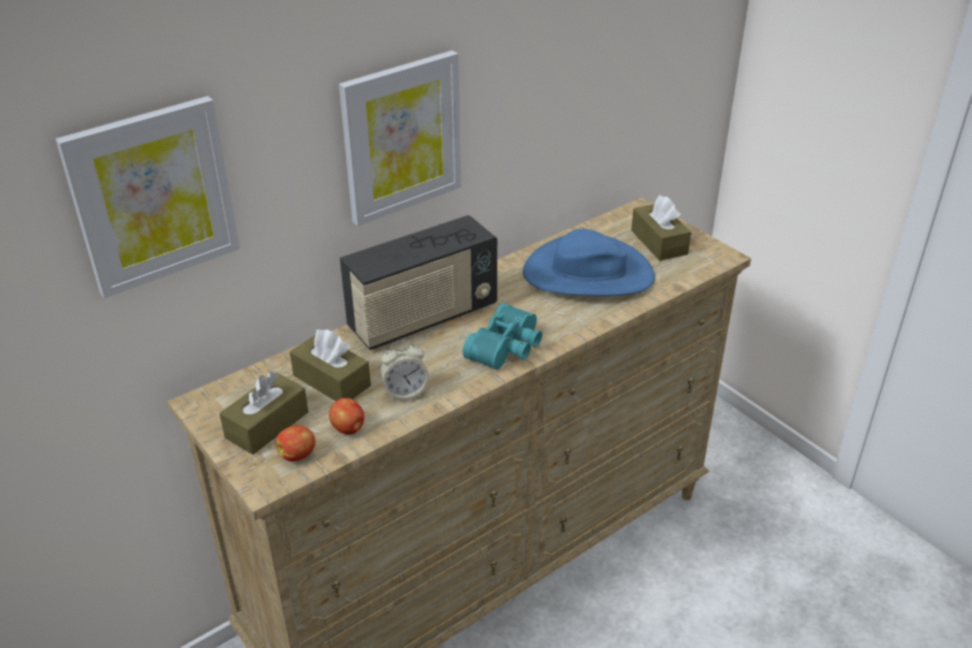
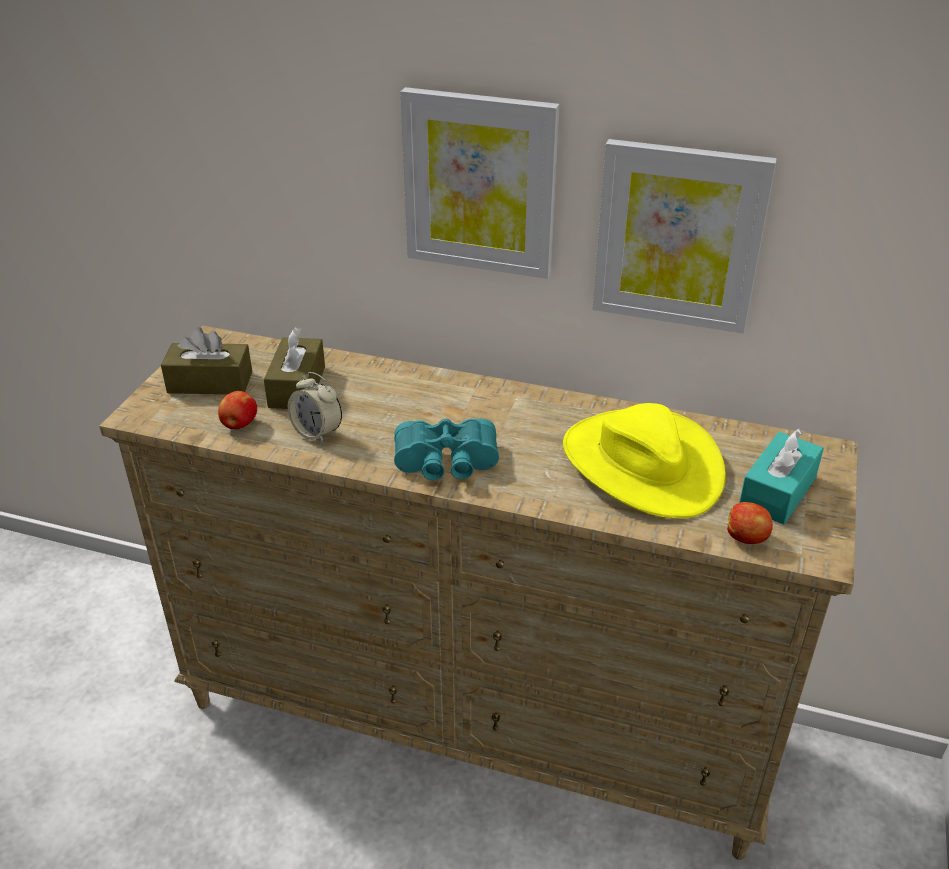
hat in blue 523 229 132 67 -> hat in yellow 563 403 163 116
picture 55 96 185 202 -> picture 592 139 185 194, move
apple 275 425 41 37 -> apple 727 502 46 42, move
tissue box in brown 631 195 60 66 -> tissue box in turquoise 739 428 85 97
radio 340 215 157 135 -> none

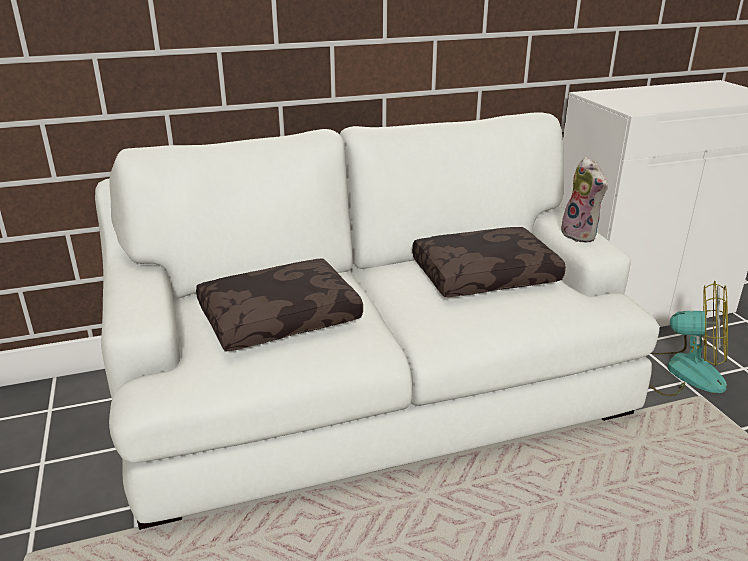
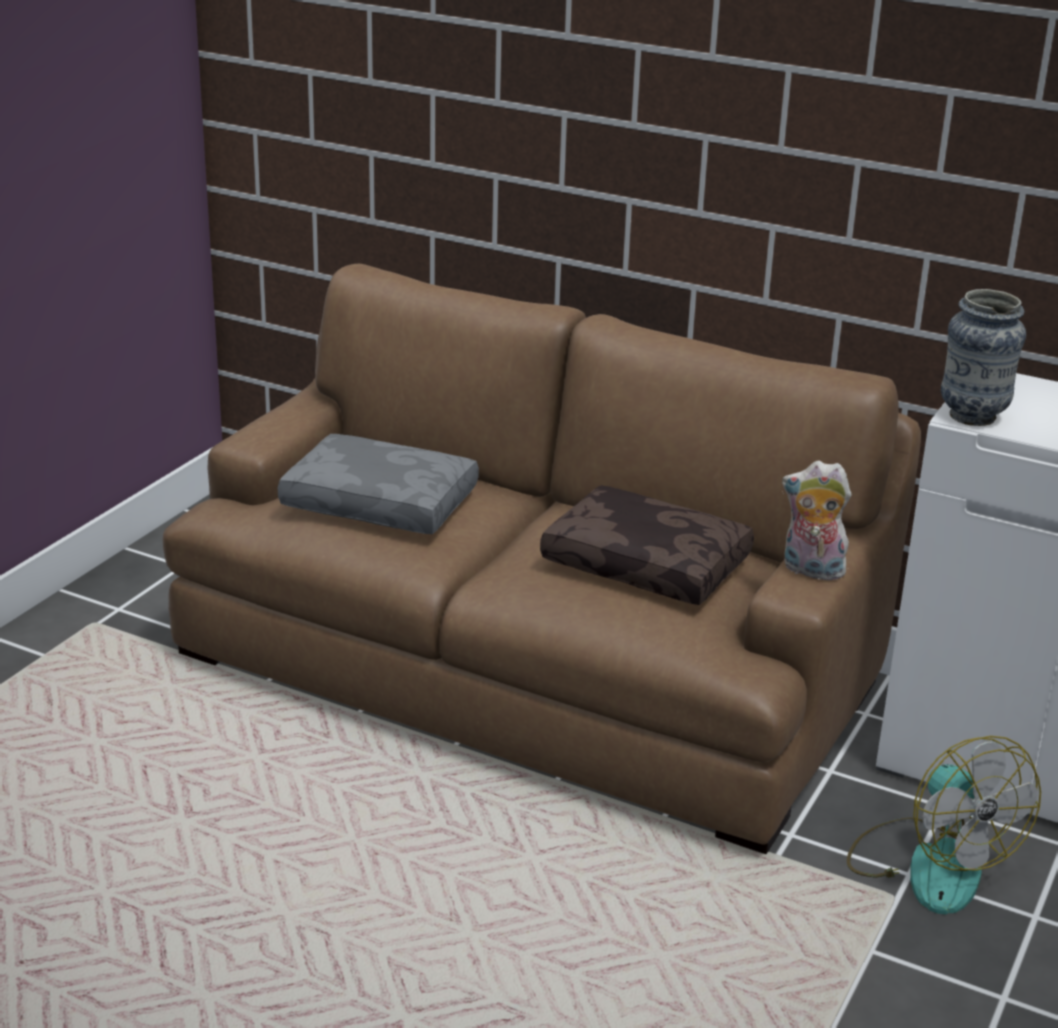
sofa in white 95 112 564 418 -> sofa in brown 163 264 758 590
pillow in brown 196 258 167 94 -> pillow in grey 278 434 201 100
plush toy 561 157 47 86 -> plush toy 782 460 70 120, 90 degrees clockwise
none -> vase 941 289 85 137

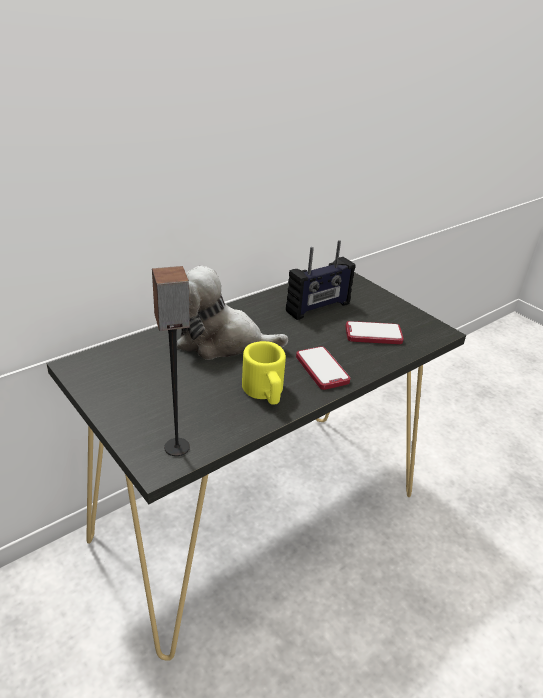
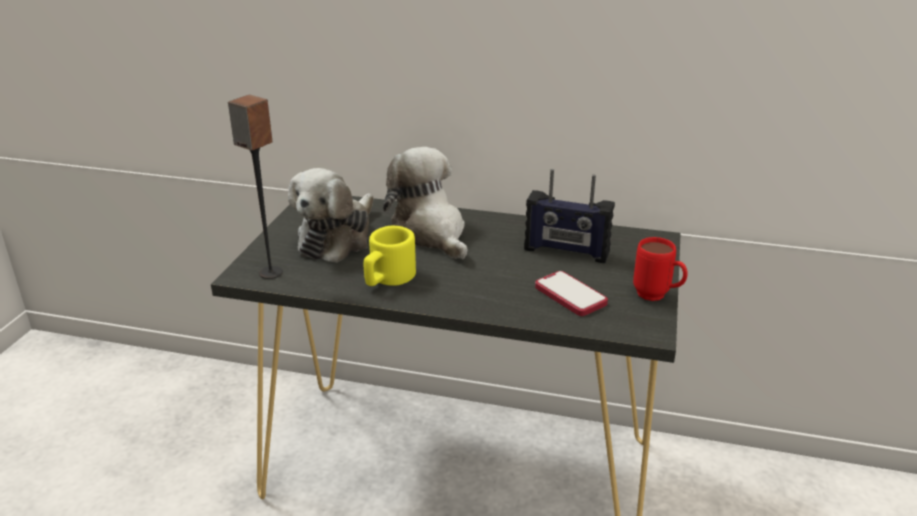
none -> plush toy 288 168 85 95
none -> mug in red 633 237 55 64
phone 296 346 54 44 -> none

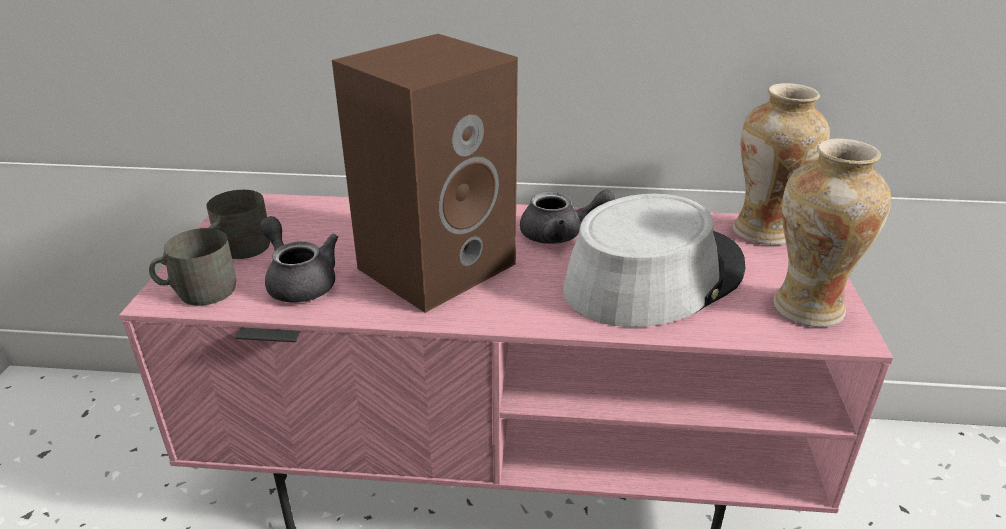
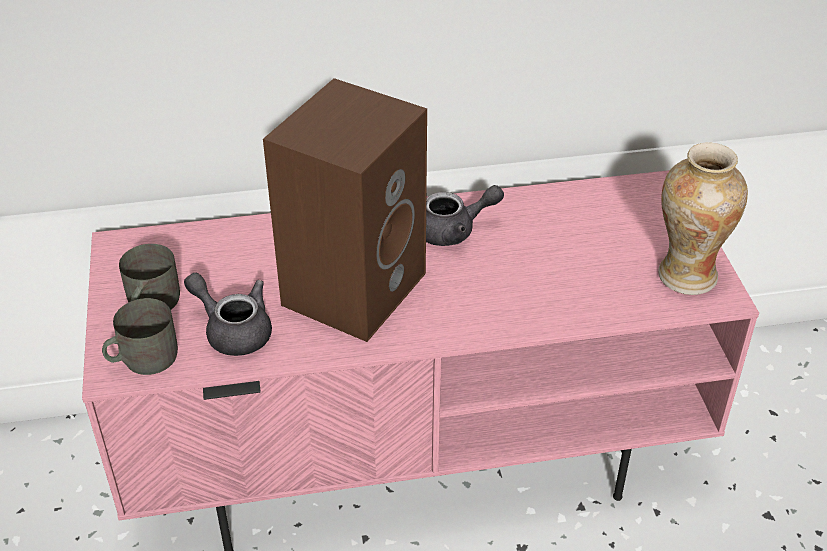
hat in grey 563 194 182 133 -> none
vase 732 83 98 162 -> none

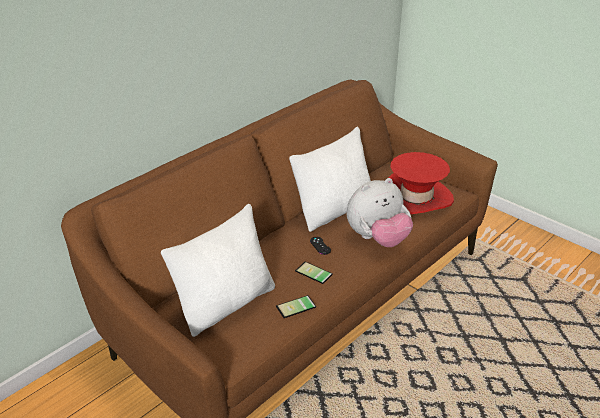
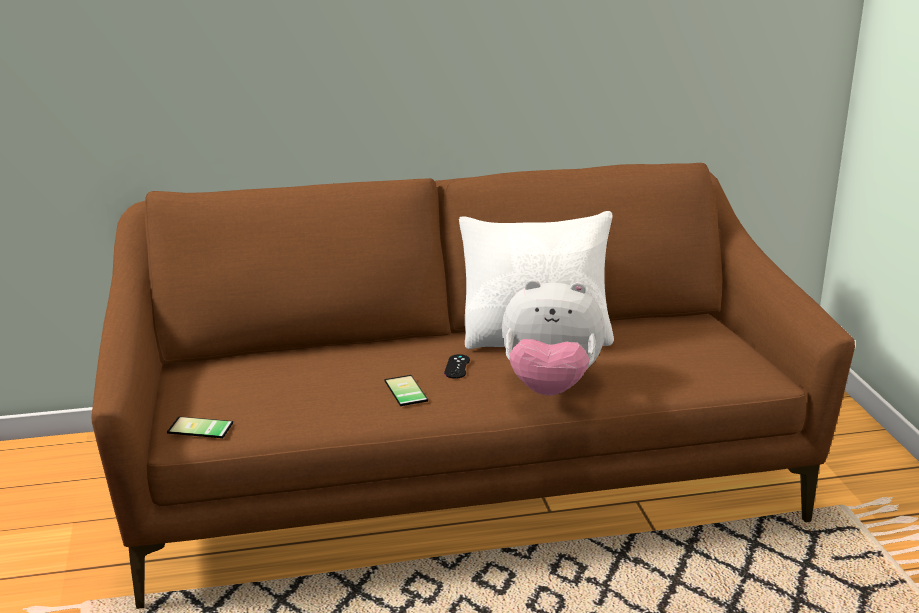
phone 276 295 40 23 -> phone 167 416 66 22, move
pillow in white 161 204 114 133 -> none
hat in red 388 152 66 62 -> none

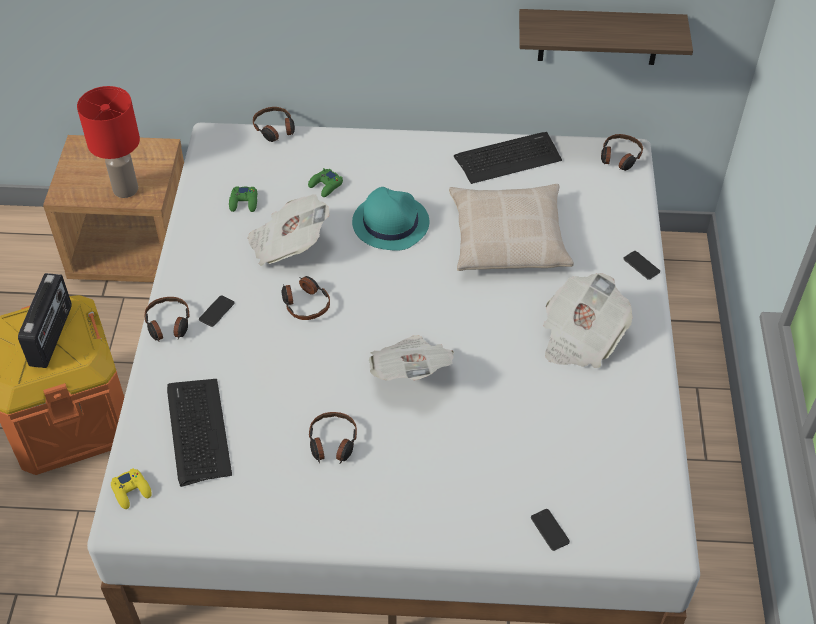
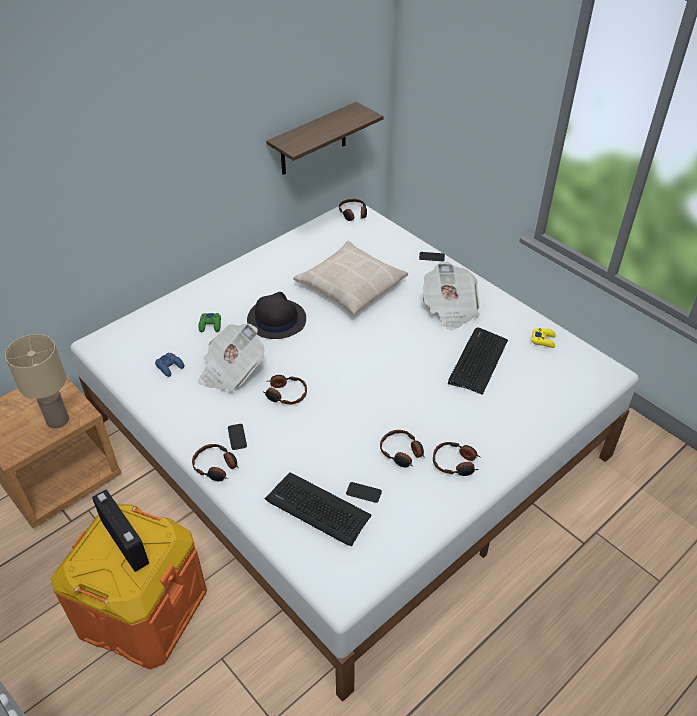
table lamp in red 77 86 63 112 -> table lamp in beige 5 334 64 95
game controller in green 229 186 28 26 -> game controller in blue 155 352 29 25
hat in turquoise 352 187 77 64 -> hat in black 247 292 59 47
phone 531 509 39 42 -> phone 346 482 36 21, move
headphones 253 107 42 35 -> headphones 433 442 47 34, move
keyboard 454 132 108 52 -> keyboard 448 327 60 68, move
game controller in yellow 111 468 41 41 -> game controller in yellow 532 328 24 20, move
newspaper 369 335 85 46 -> none

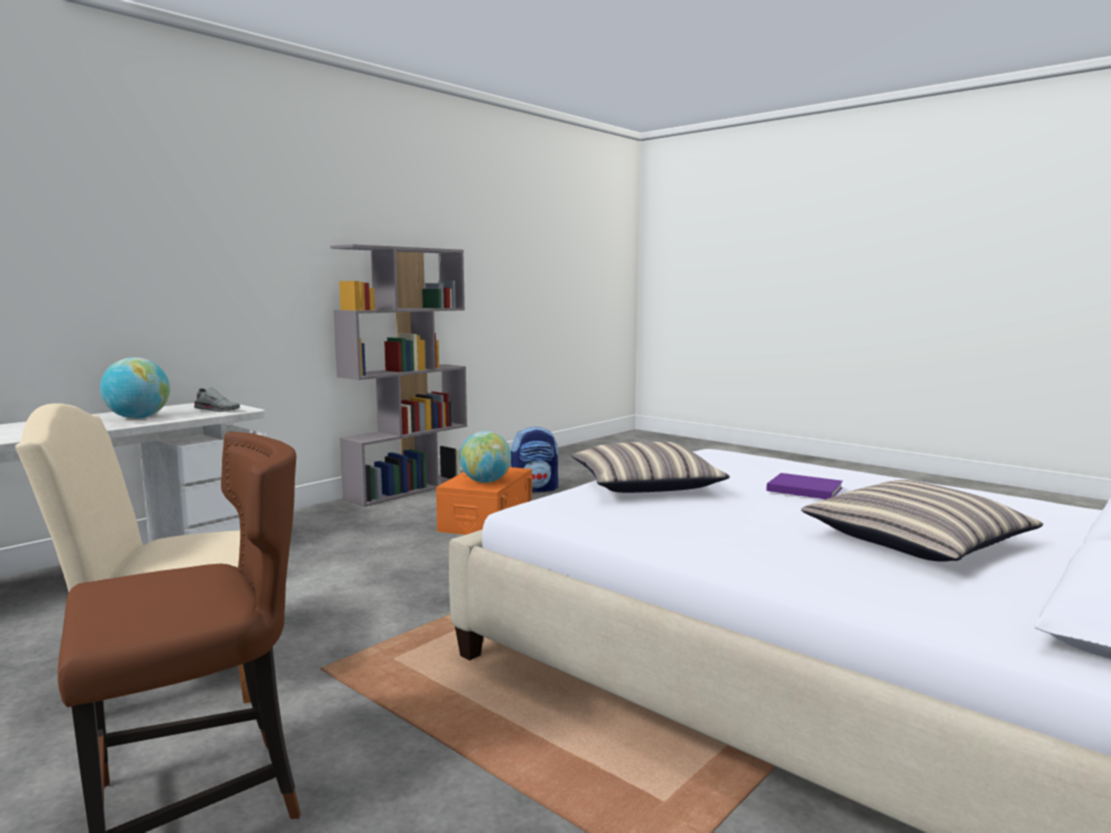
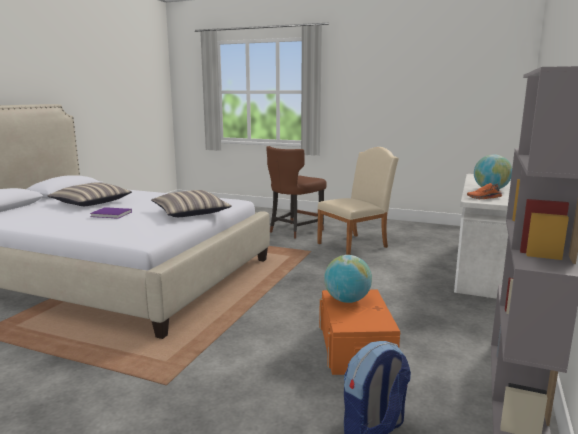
shoe in grey 194 387 46 25 -> shoe in orange 467 183 35 16

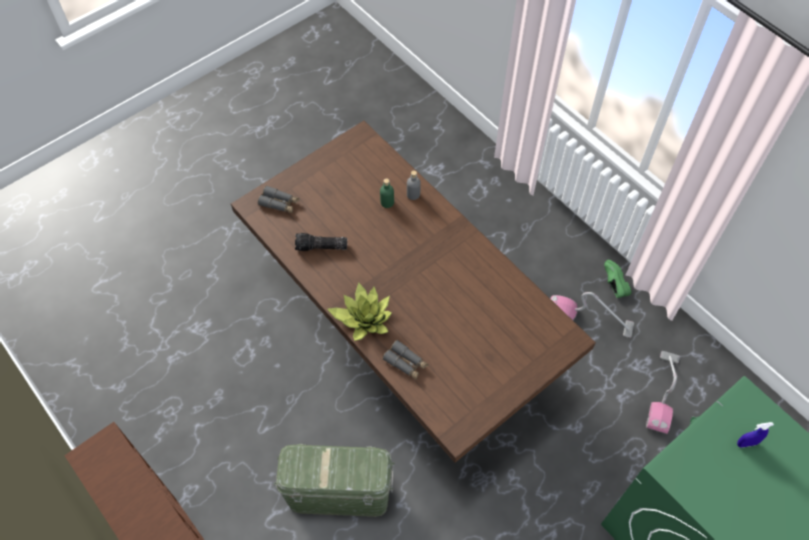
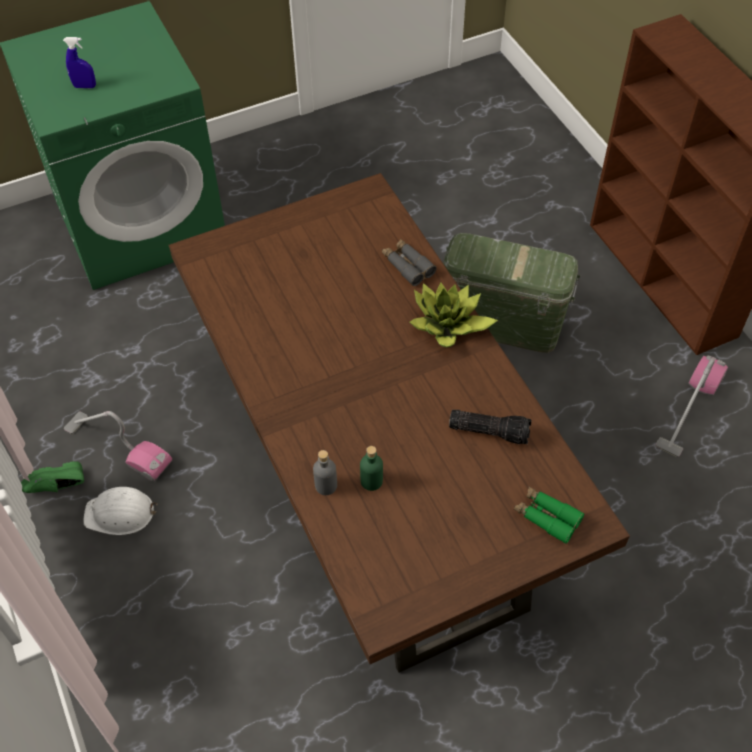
shoe in green 604 260 27 38 -> shoe in green 21 461 63 32, 75 degrees clockwise
none -> hard hat in white 83 487 74 48
binoculars in grey 258 186 42 27 -> binoculars in green 514 487 70 57
vacuum cleaner 646 351 34 83 -> vacuum cleaner 655 356 73 101, move

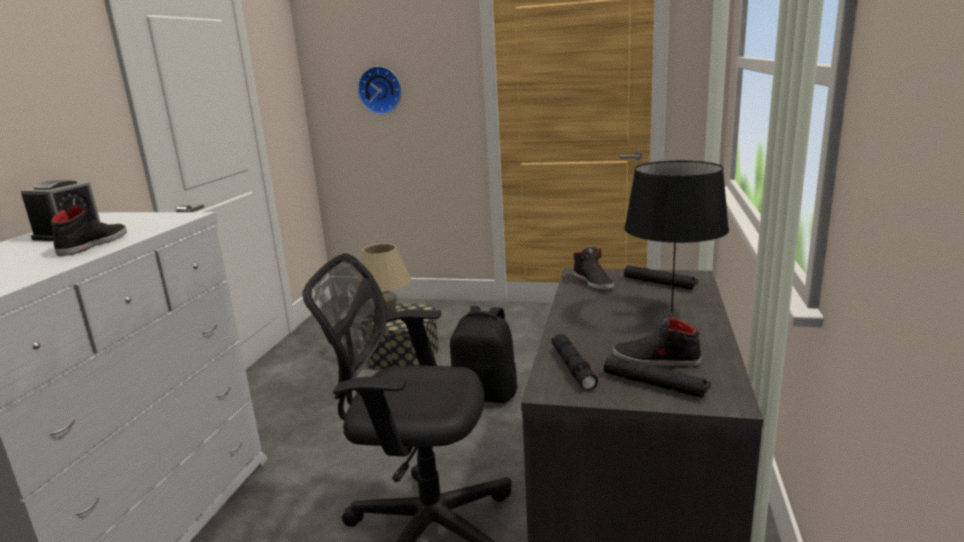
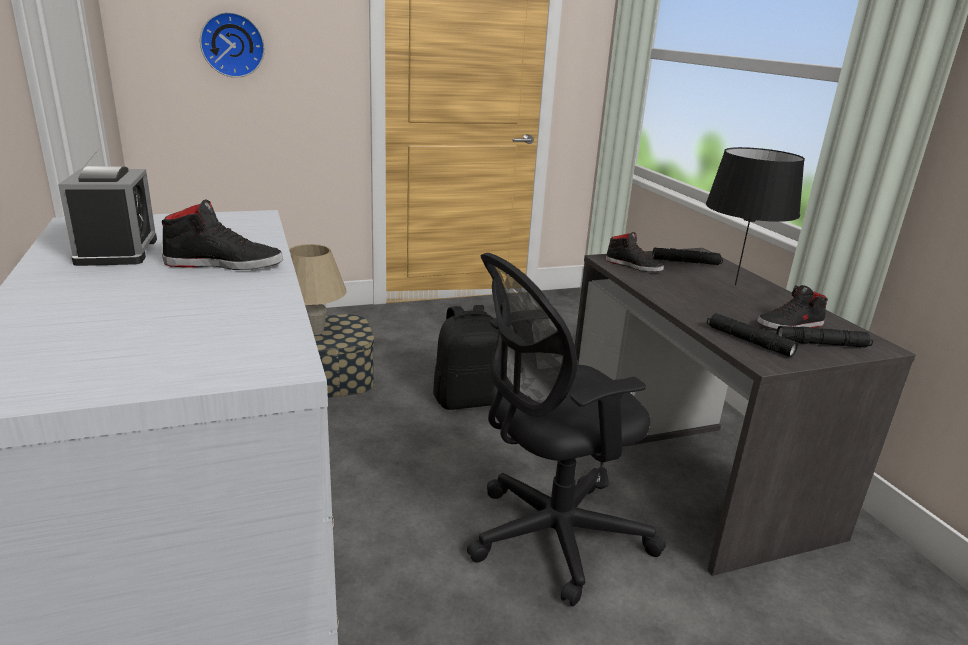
shoe in black 51 205 76 51 -> shoe in black 162 199 121 71, 105 degrees clockwise

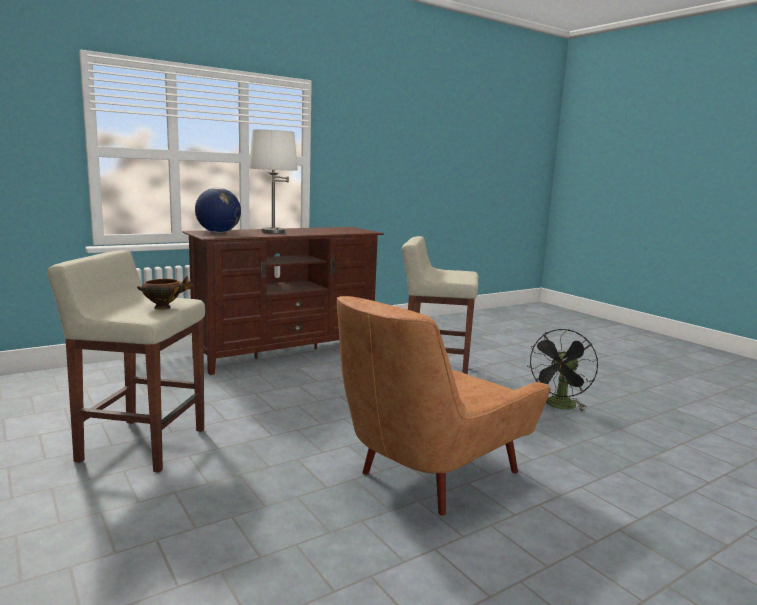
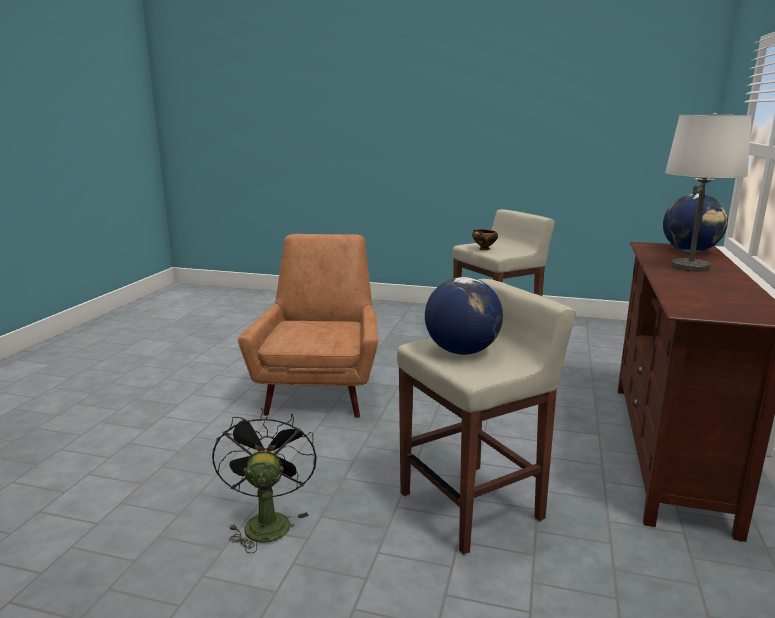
none -> globe 425 277 78 78

